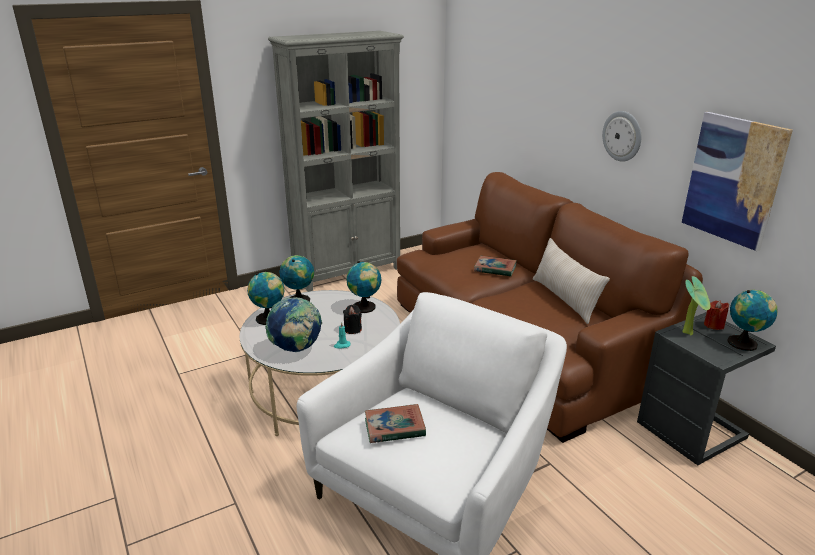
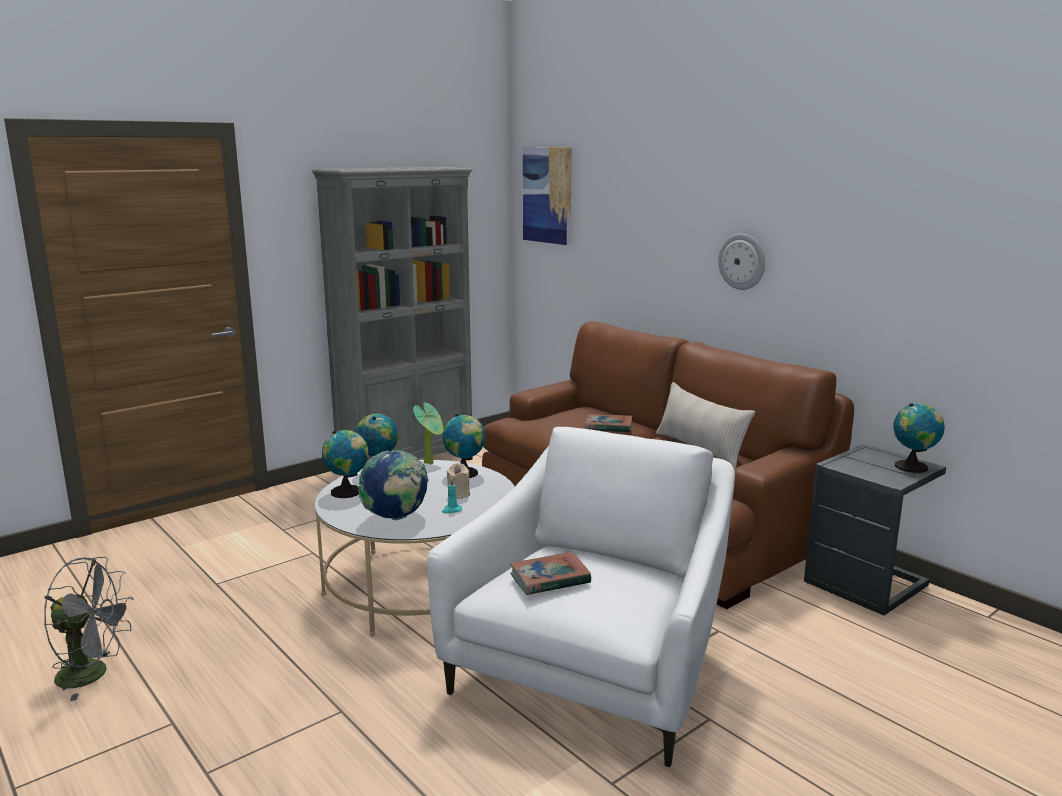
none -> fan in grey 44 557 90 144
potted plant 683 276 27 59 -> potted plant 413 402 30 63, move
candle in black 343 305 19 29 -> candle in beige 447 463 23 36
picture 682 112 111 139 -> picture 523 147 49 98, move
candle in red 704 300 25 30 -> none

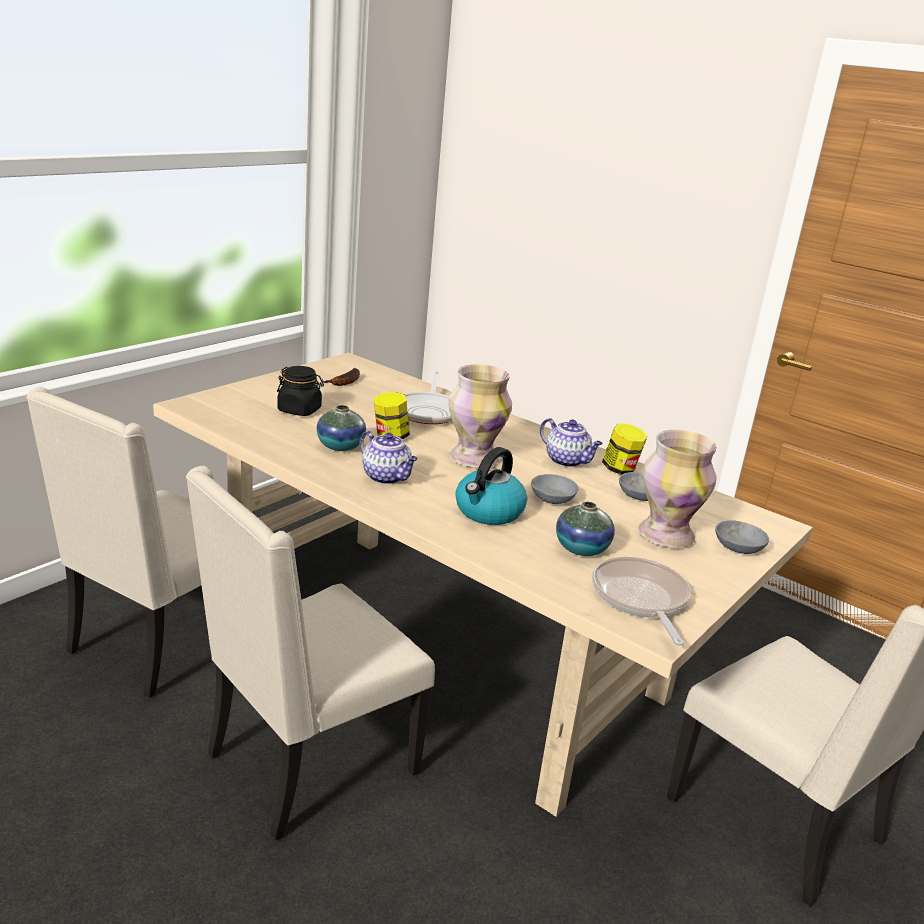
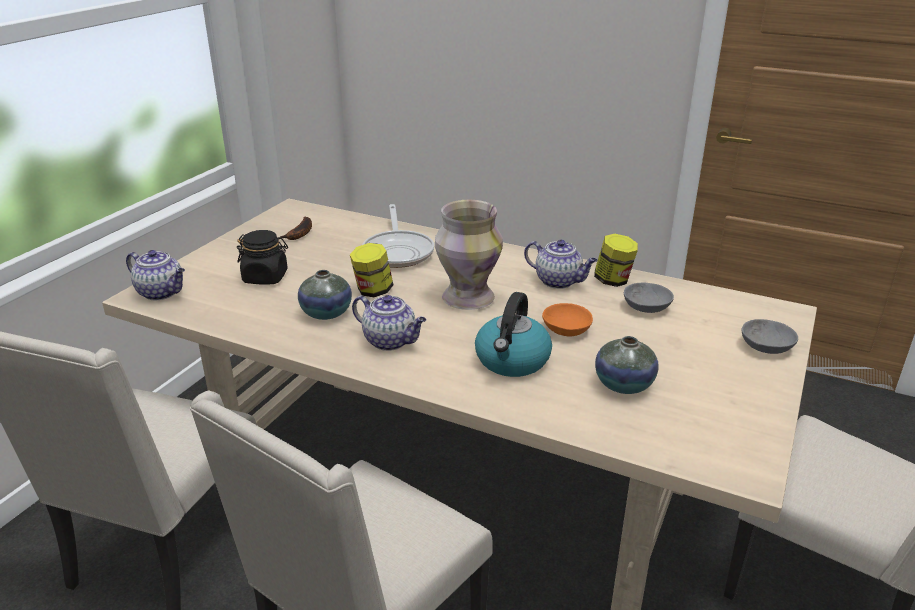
none -> teapot 126 250 59 50
bowl in grey 531 474 47 30 -> bowl in orange 542 303 51 34
frying pan 592 557 99 89 -> none
vase 638 430 79 118 -> none

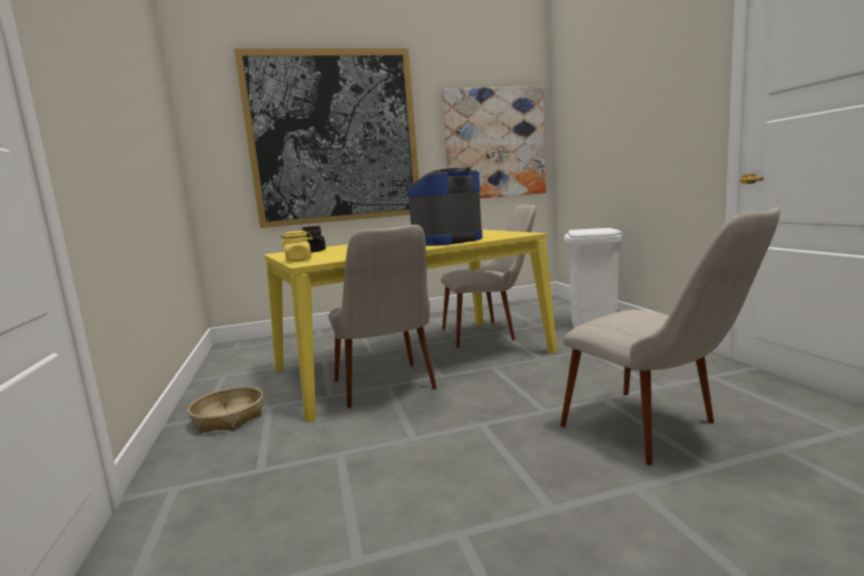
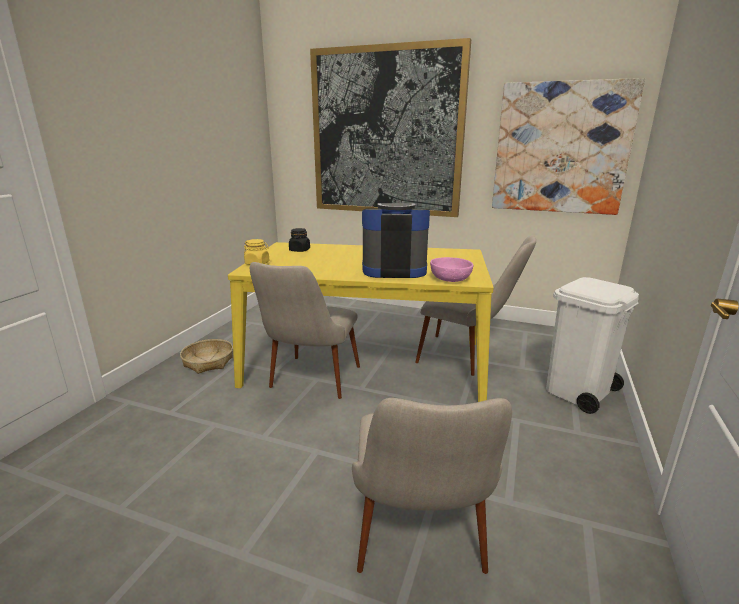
none -> bowl in pink 430 257 43 25

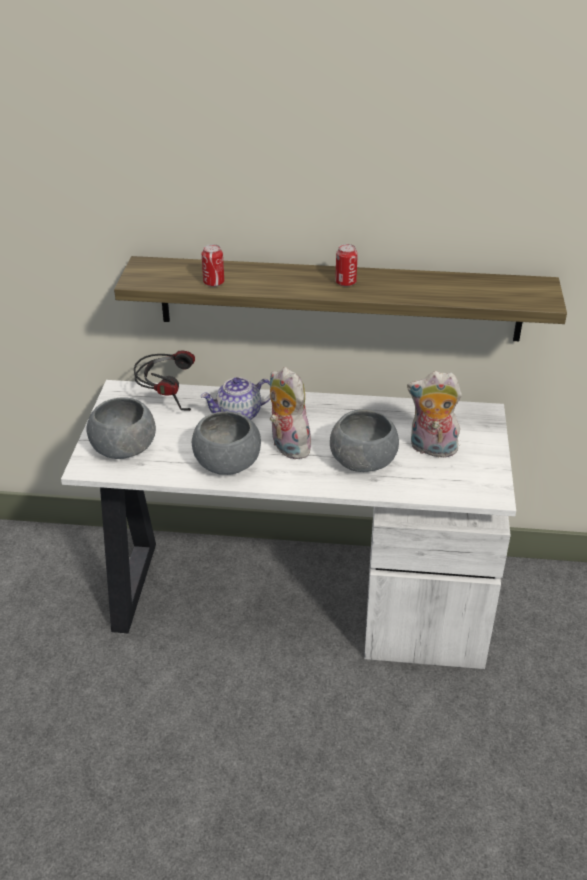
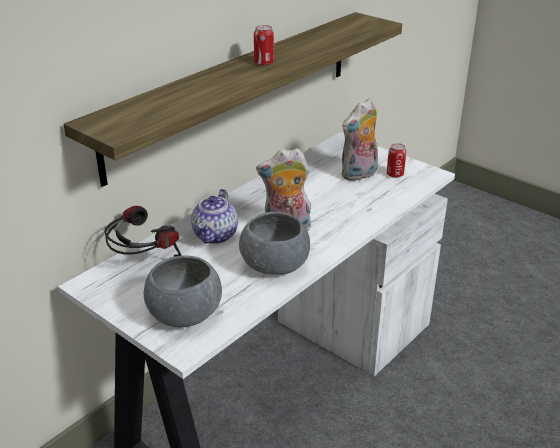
can 202 244 22 43 -> can 387 143 19 35, move
bowl in grey 330 409 69 63 -> none

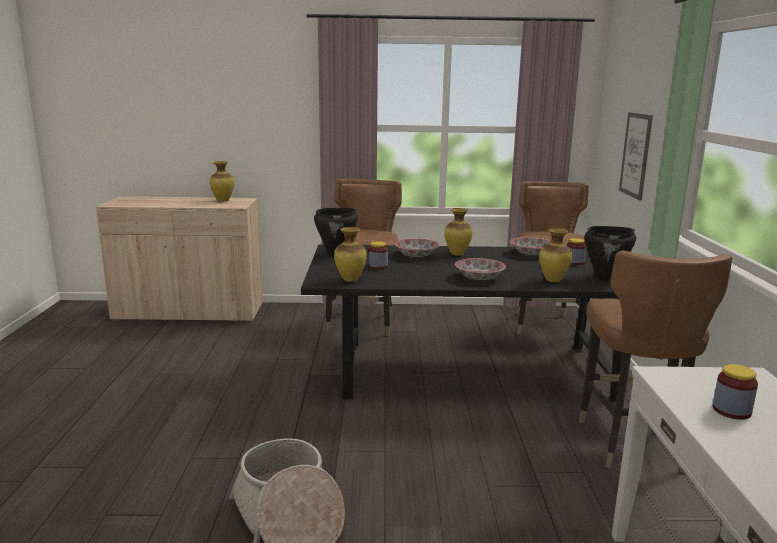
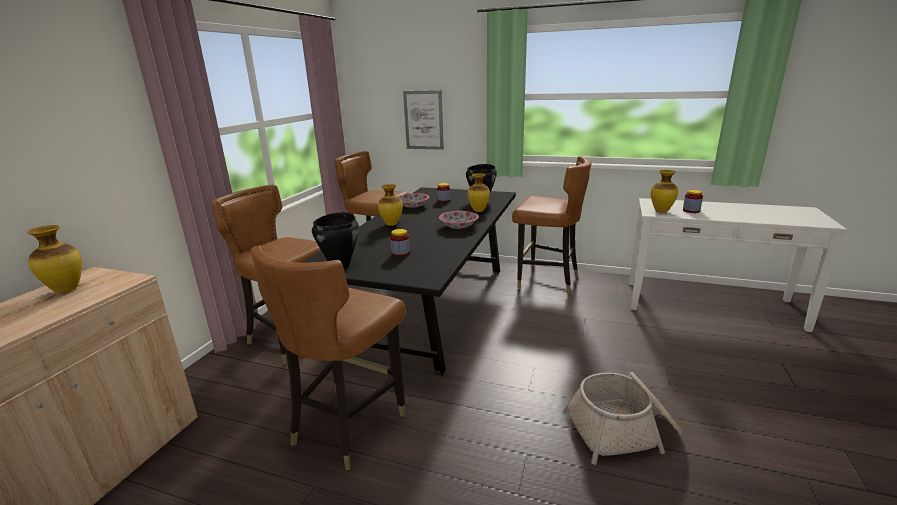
none -> chair in brown 251 245 155 225
vase 334 227 33 55 -> vase 651 170 27 43, move
bowl 394 238 45 19 -> none

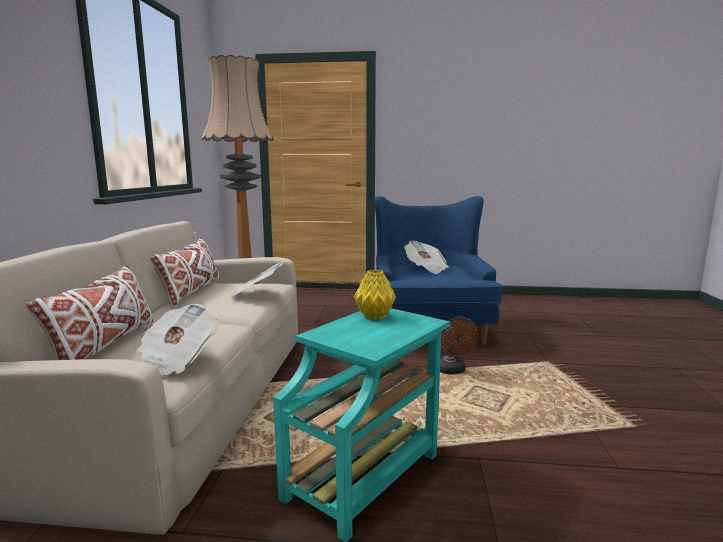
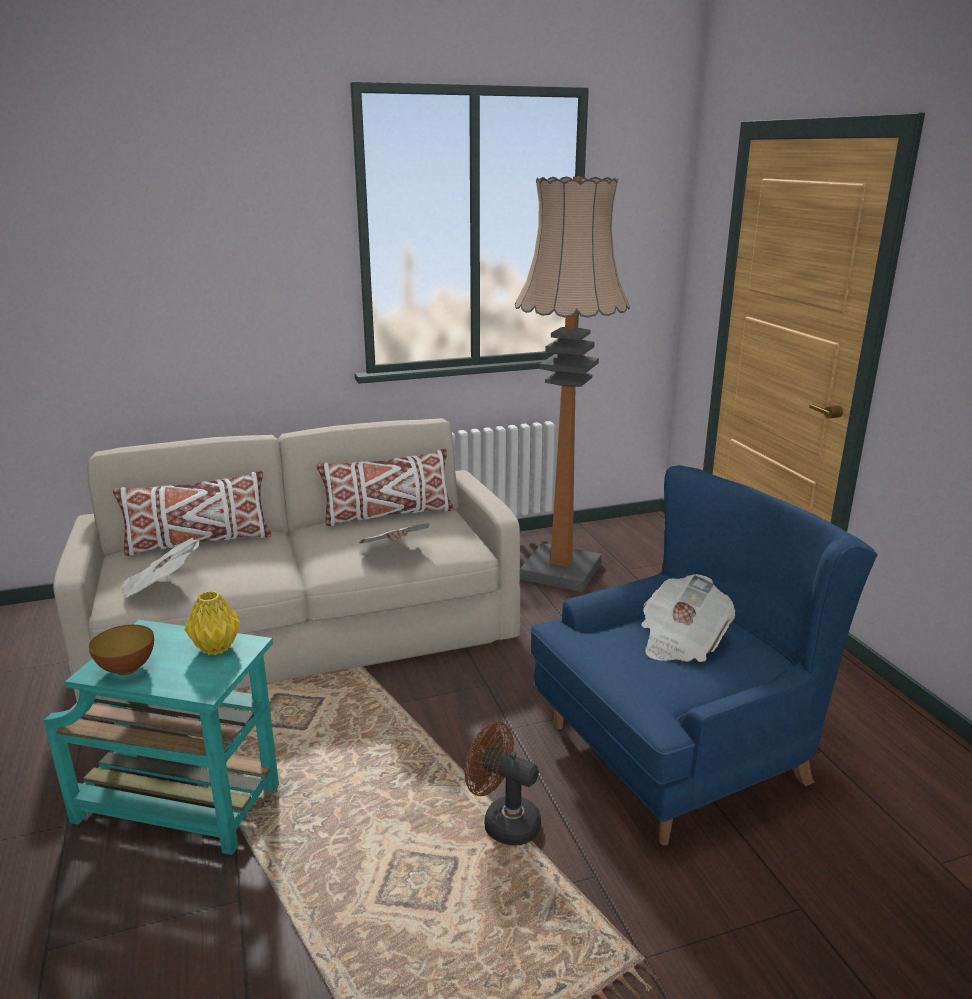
none -> bowl 89 625 65 50
fan in brown 440 317 38 57 -> fan in brown 464 721 77 125, 75 degrees clockwise

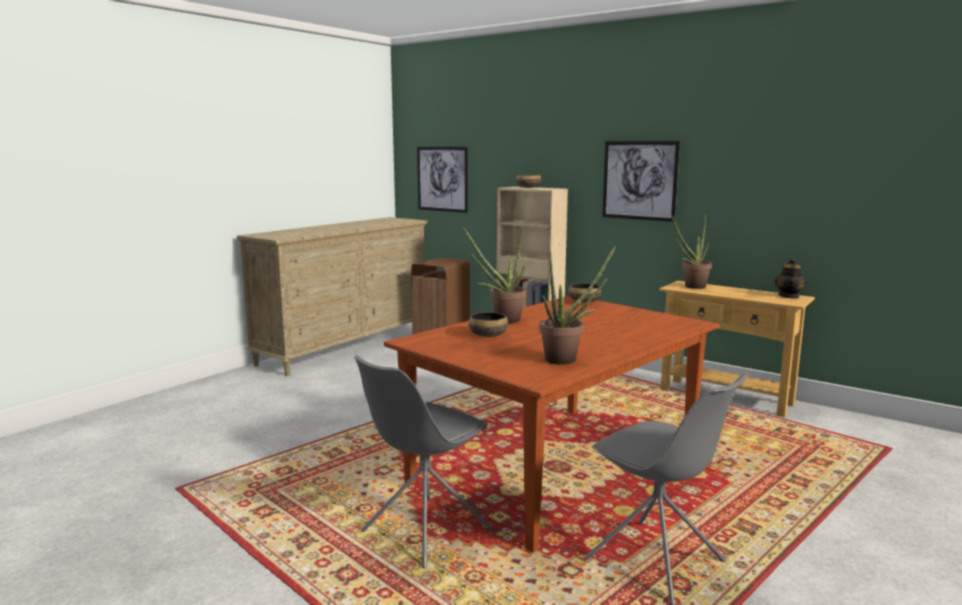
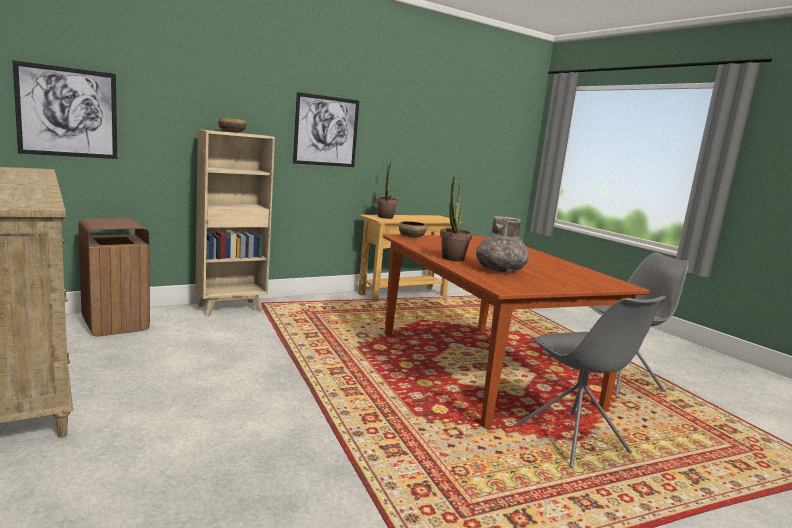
bowl 469 312 39 25 -> vase in grey 476 216 53 57
potted plant 539 245 77 120 -> none
teapot 774 258 33 41 -> none

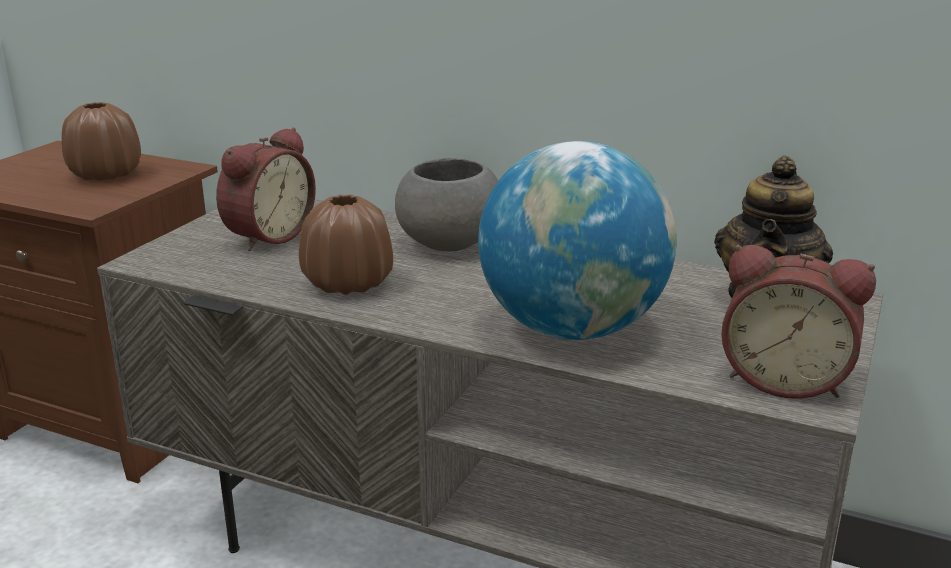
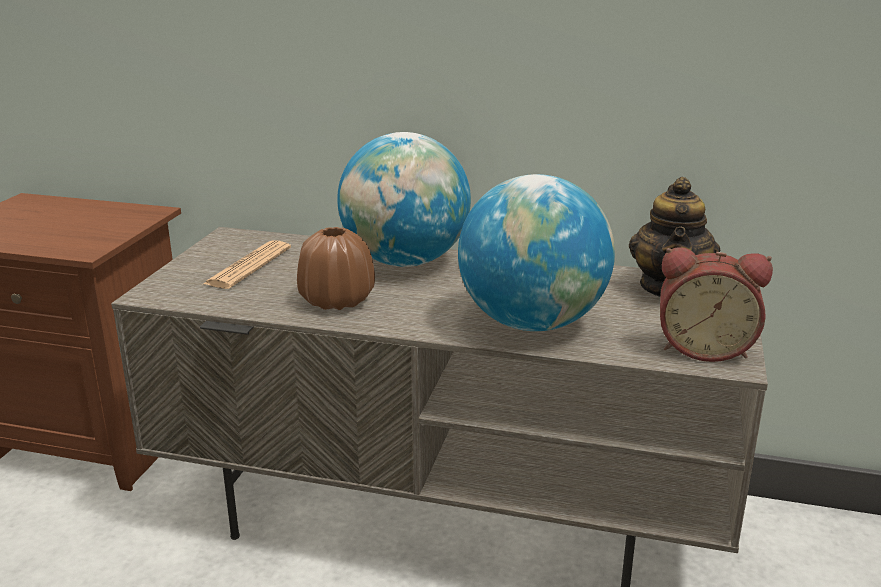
alarm clock 216 127 100 124 -> newspaper 203 240 88 49
bowl in grey 395 158 103 93 -> globe 337 132 134 135
vase in brown 61 102 80 79 -> none

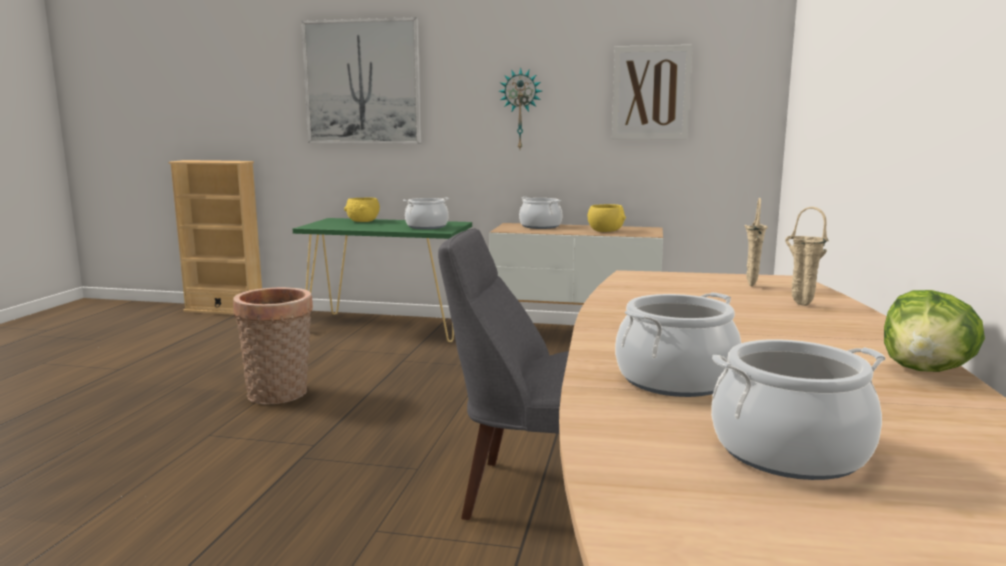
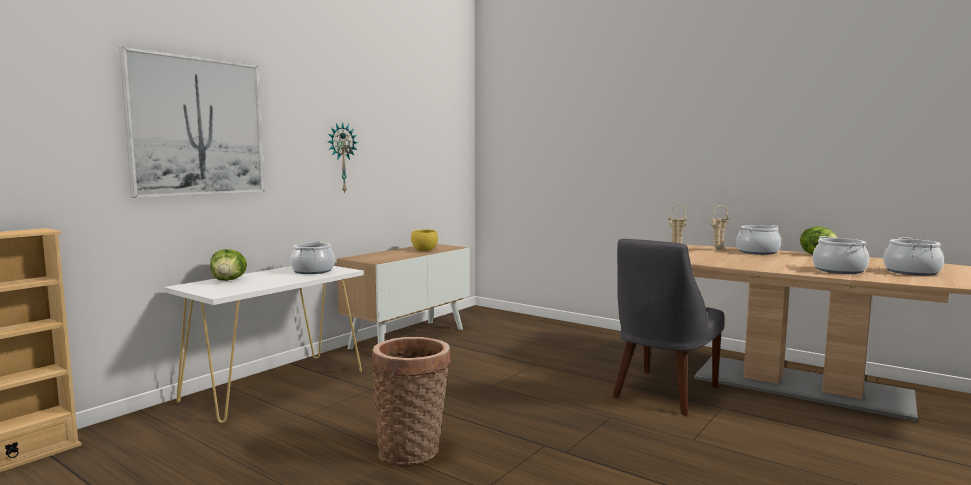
console table in green 293 218 179 124 -> console table in white 164 266 200 157
bowl in yellow 344 197 36 25 -> lettuce 210 249 37 32
cooking pot 519 197 43 32 -> cooking pot 736 225 45 30, move
picture 612 45 81 95 -> none

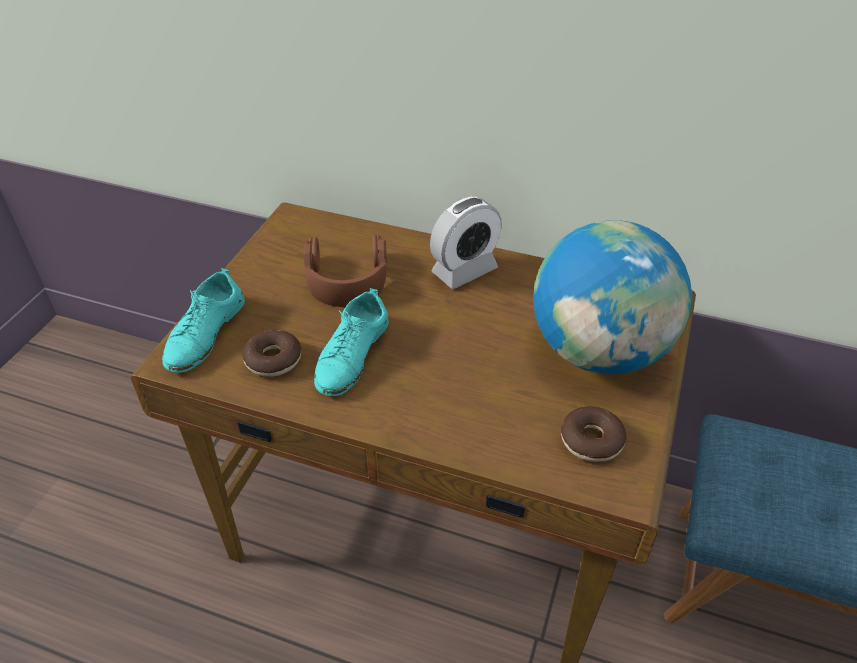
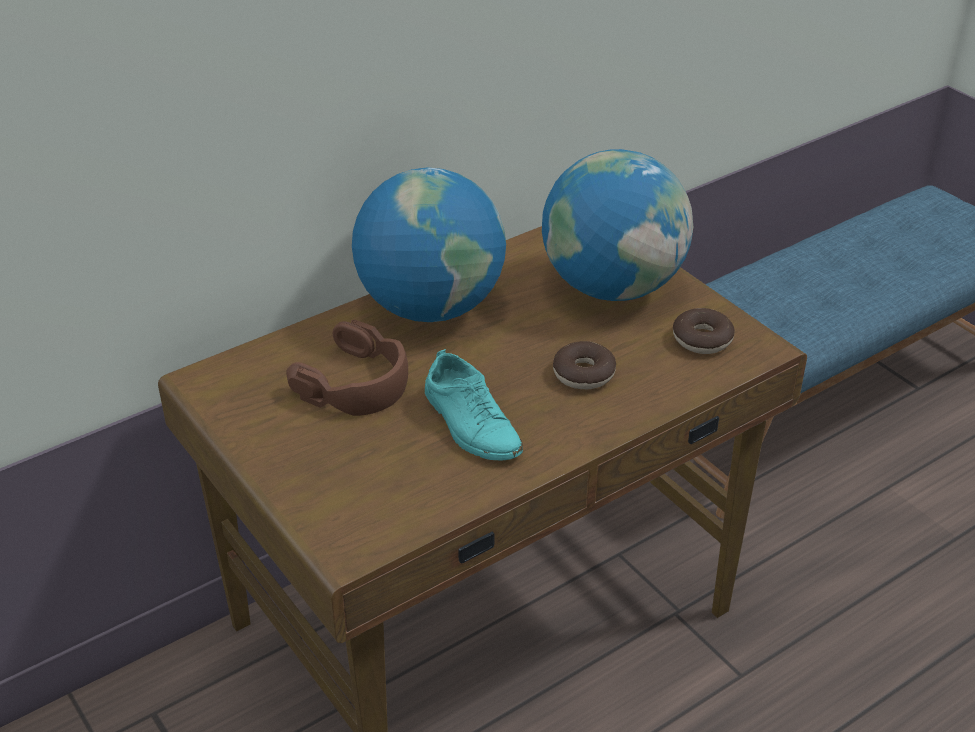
alarm clock 430 197 72 92 -> globe 352 167 154 155
donut 242 330 59 47 -> donut 553 341 63 48, move
shoe in turquoise 162 268 83 105 -> none

